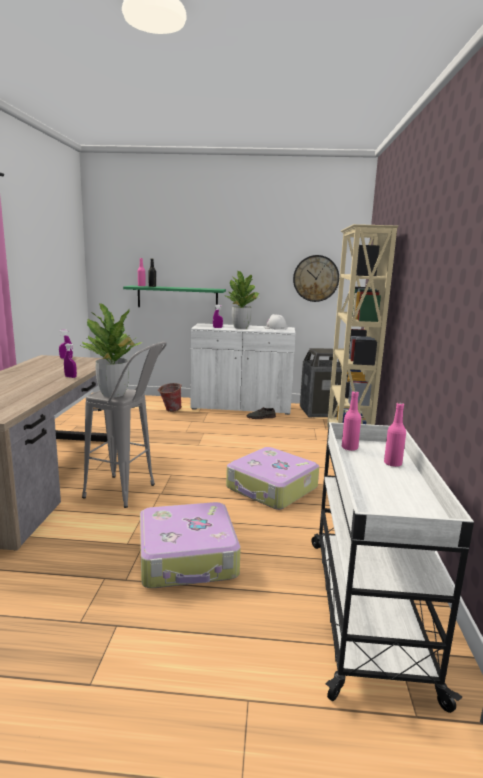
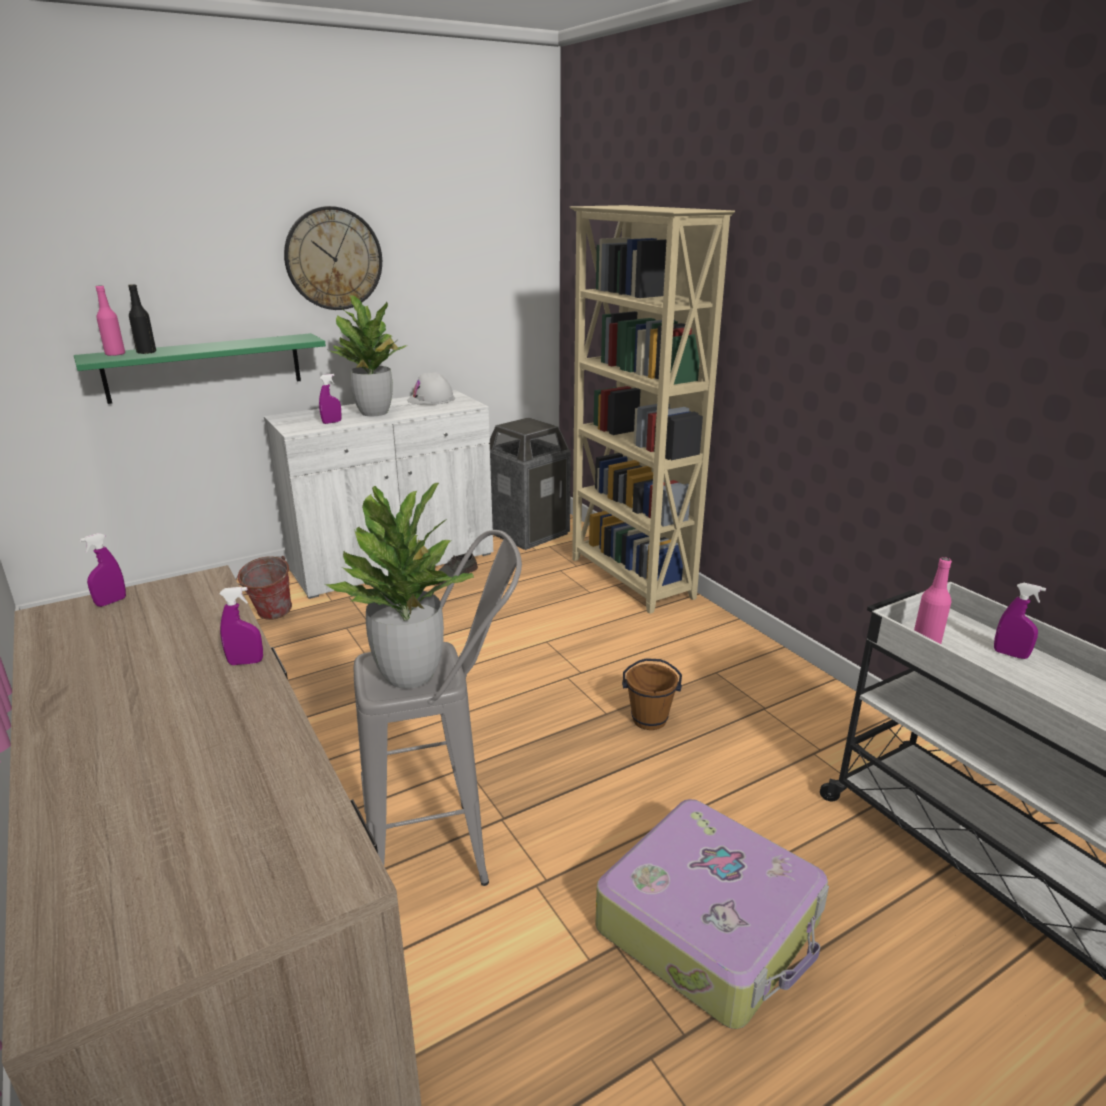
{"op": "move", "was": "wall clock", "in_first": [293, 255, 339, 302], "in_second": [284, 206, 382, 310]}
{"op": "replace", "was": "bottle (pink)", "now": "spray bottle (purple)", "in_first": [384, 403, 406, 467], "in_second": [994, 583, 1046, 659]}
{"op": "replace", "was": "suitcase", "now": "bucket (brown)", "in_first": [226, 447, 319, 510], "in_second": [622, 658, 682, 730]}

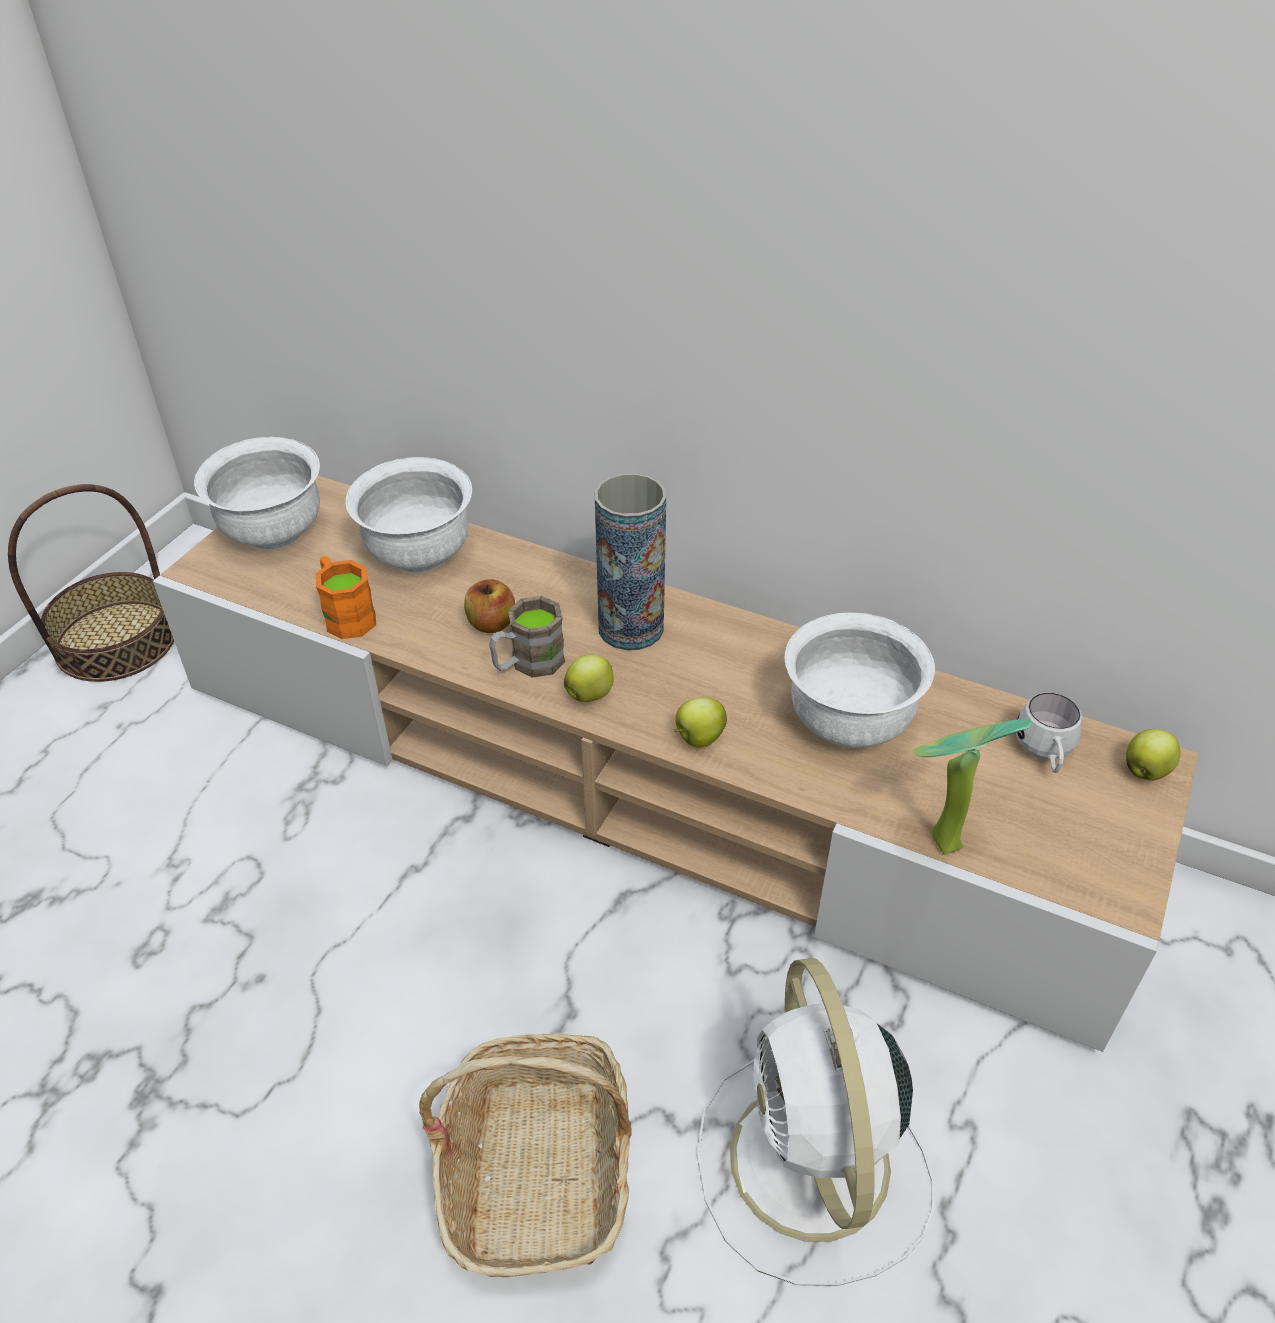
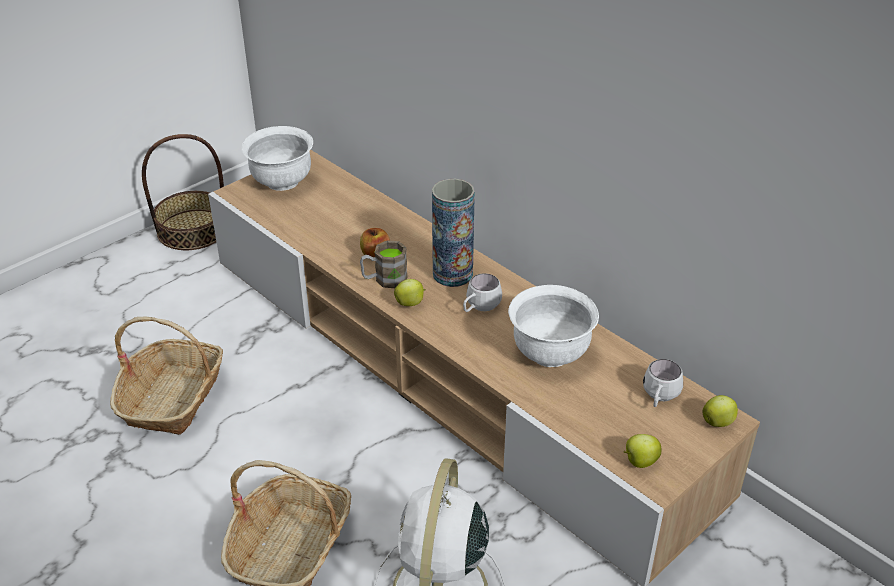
{"op": "delete", "was": "bowl (white)", "in_first": [345, 457, 472, 572]}
{"op": "delete", "was": "mug (orange)", "in_first": [316, 556, 376, 639]}
{"op": "move", "was": "apple", "in_first": [675, 697, 727, 747], "in_second": [623, 434, 661, 468]}
{"op": "delete", "was": "potted plant", "in_first": [912, 719, 1033, 855]}
{"op": "insert", "now": "mug (white)", "in_second": [463, 273, 502, 312]}
{"op": "insert", "now": "basket", "in_second": [110, 317, 223, 435]}

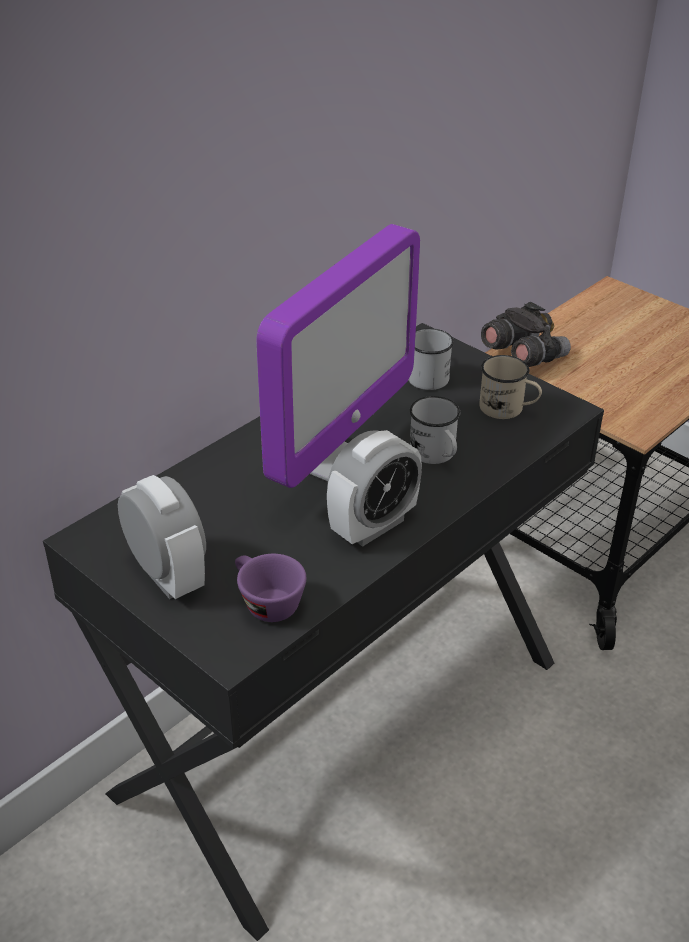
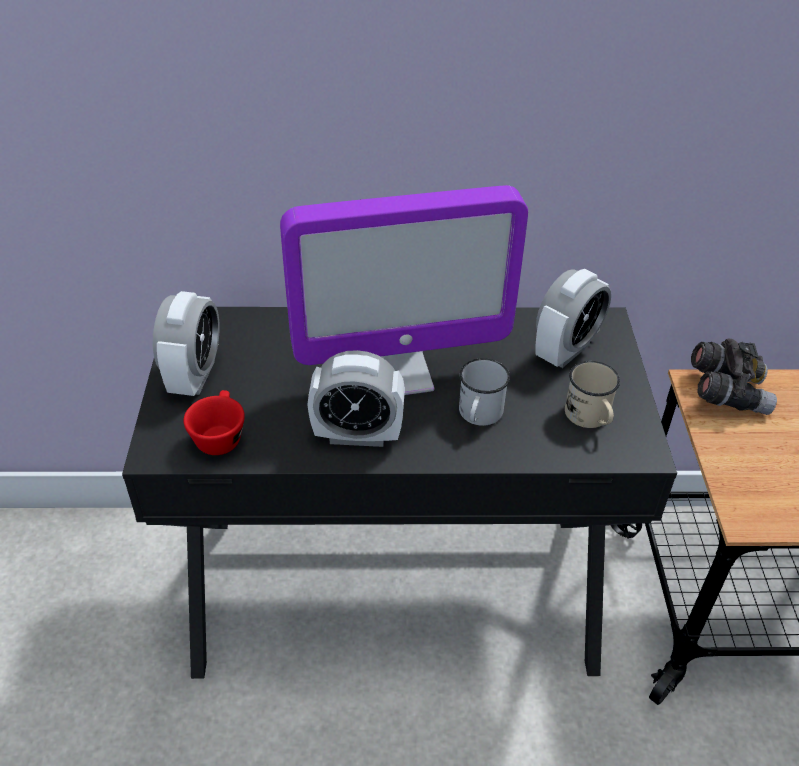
{"op": "replace", "was": "mug (white)", "now": "alarm clock", "in_first": [408, 328, 454, 390], "in_second": [535, 269, 611, 368]}
{"op": "recolor", "was": "cup (purple)", "now": "cup (red)", "in_first": [235, 554, 306, 622], "in_second": [184, 390, 245, 455]}

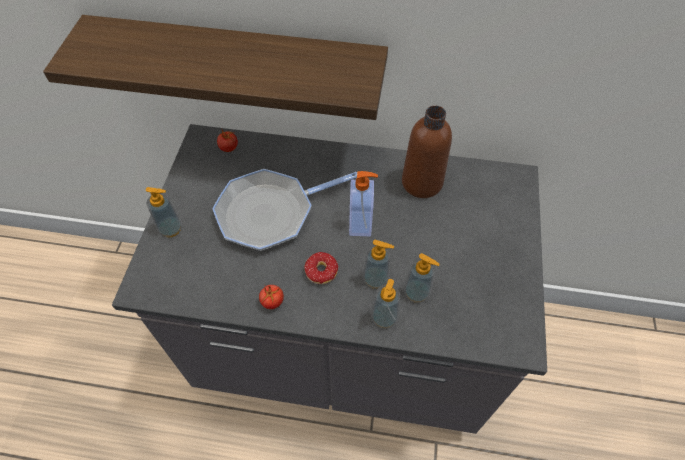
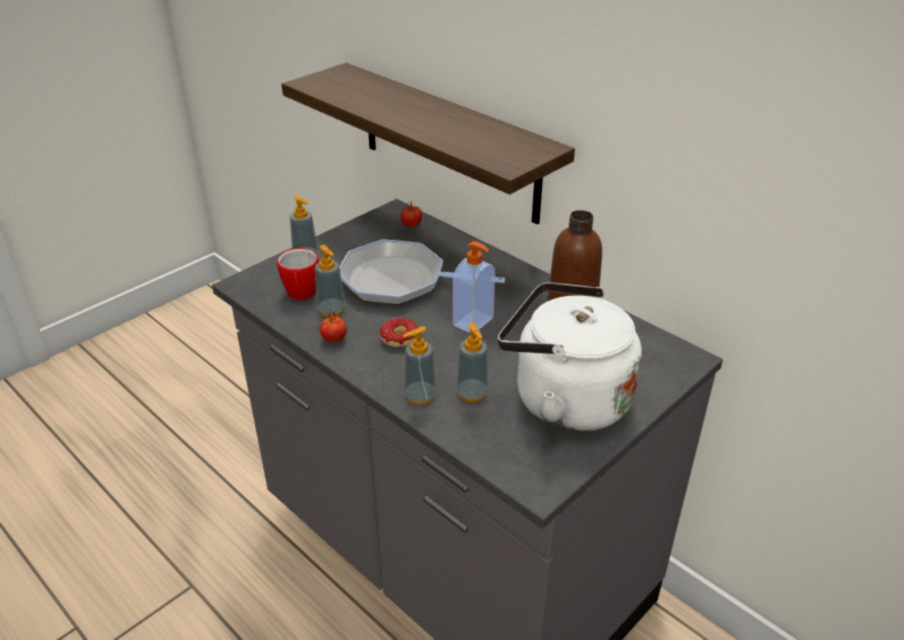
{"op": "move", "was": "soap dispenser", "in_first": [363, 240, 394, 289], "in_second": [315, 245, 345, 317]}
{"op": "insert", "now": "mug", "in_second": [277, 245, 319, 300]}
{"op": "insert", "now": "kettle (white)", "in_second": [498, 282, 642, 432]}

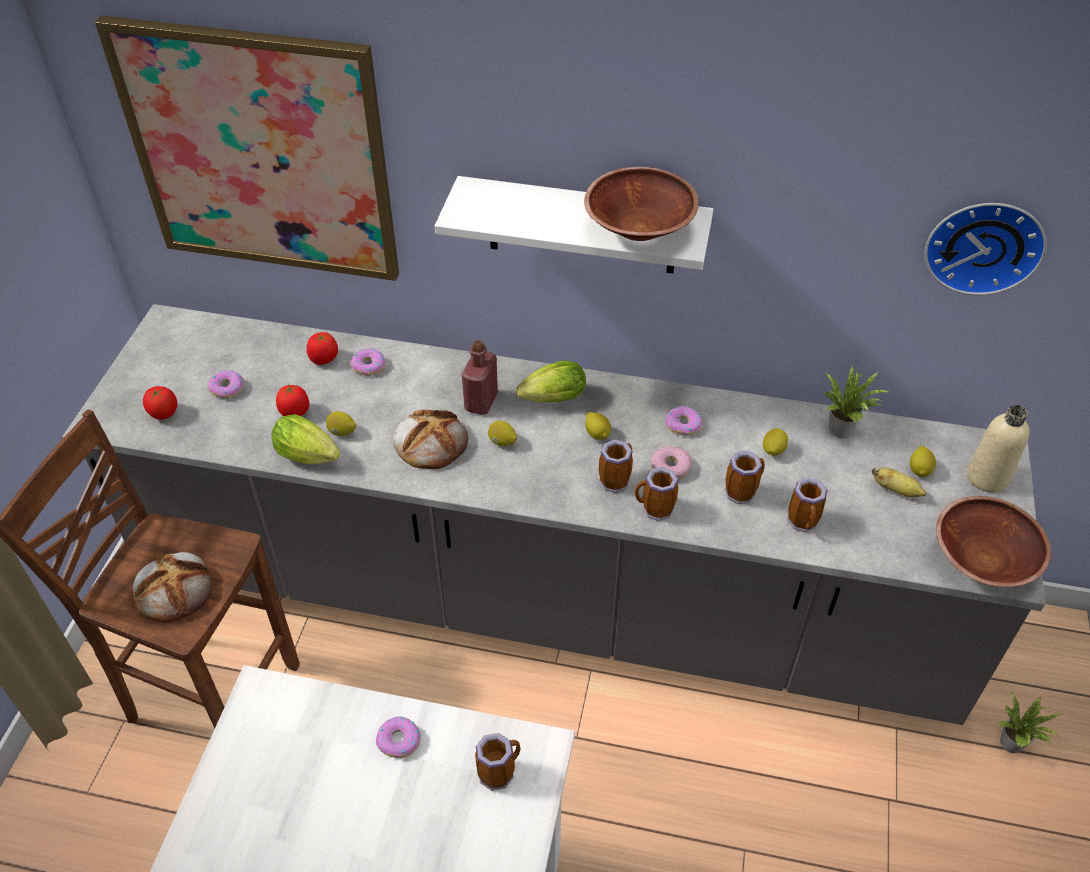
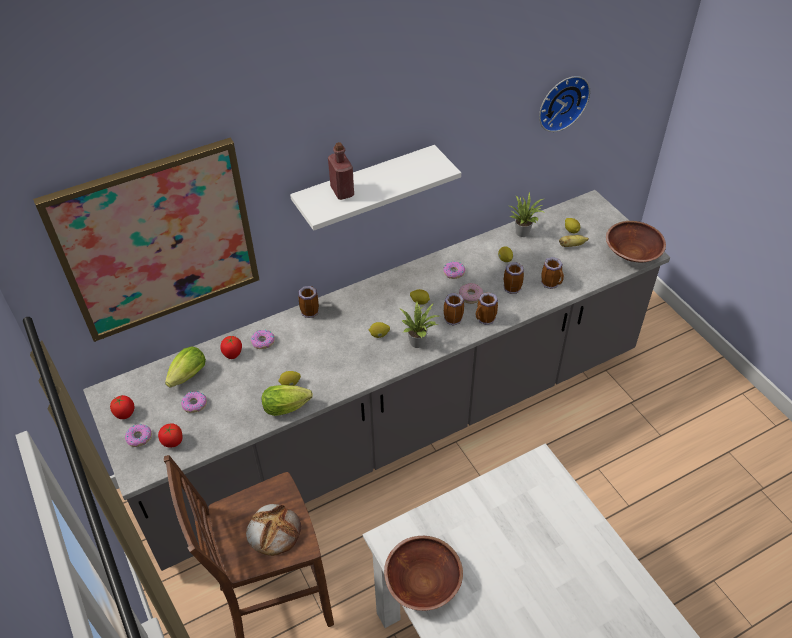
{"op": "move", "was": "bowl (brown)", "in_first": [584, 167, 699, 241], "in_second": [384, 536, 463, 611]}
{"op": "move", "was": "bottle (red)", "in_first": [462, 340, 498, 415], "in_second": [328, 142, 354, 200]}
{"op": "move", "was": "lettuce", "in_first": [516, 360, 586, 402], "in_second": [165, 347, 206, 388]}
{"op": "move", "was": "tomato", "in_first": [276, 383, 309, 416], "in_second": [110, 395, 135, 419]}
{"op": "delete", "was": "bottle (beige)", "in_first": [967, 405, 1029, 493]}
{"op": "delete", "was": "bread", "in_first": [393, 407, 468, 469]}
{"op": "move", "was": "potted plant", "in_first": [997, 691, 1062, 753], "in_second": [399, 301, 439, 348]}
{"op": "move", "was": "donut", "in_first": [376, 717, 421, 758], "in_second": [125, 424, 152, 447]}
{"op": "move", "was": "mug", "in_first": [475, 733, 520, 791], "in_second": [299, 286, 319, 318]}

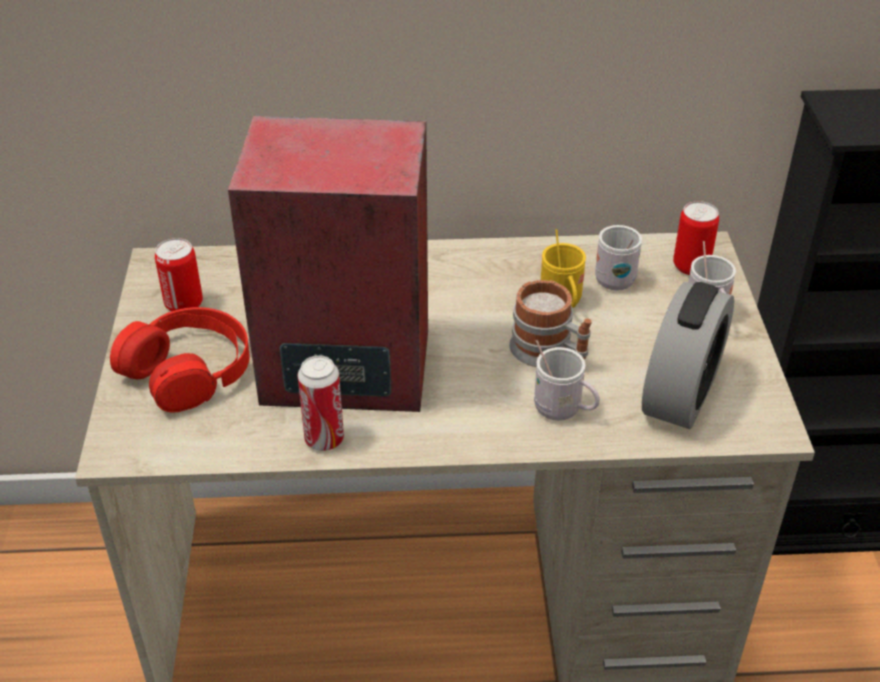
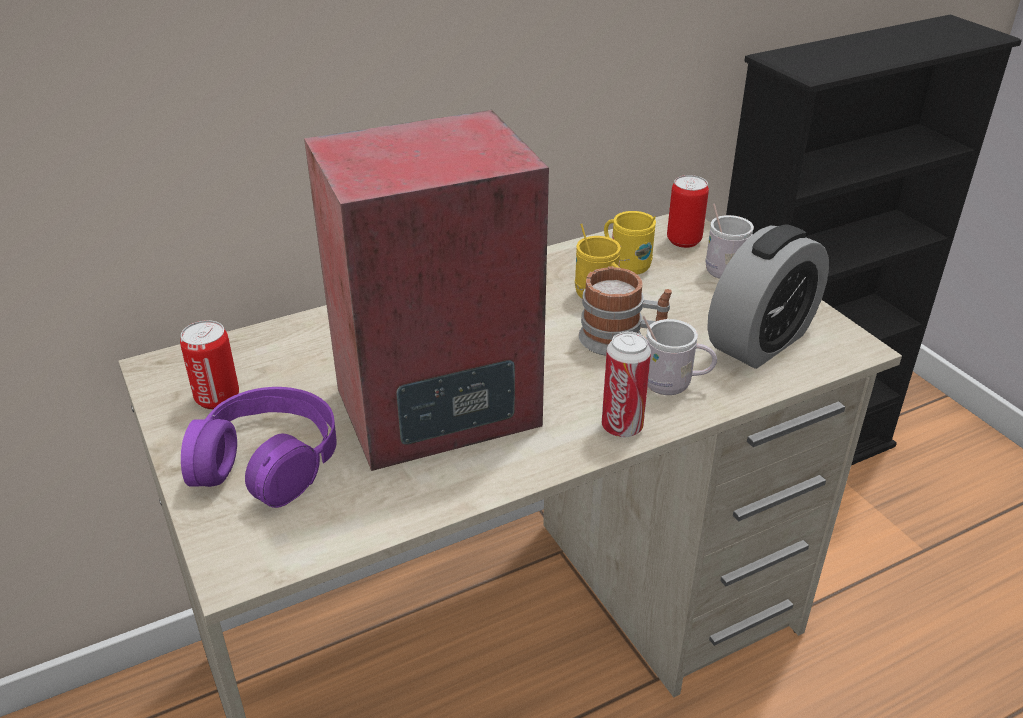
{"op": "recolor", "was": "mug (white)", "now": "mug (yellow)", "in_first": [595, 225, 642, 290], "in_second": [604, 211, 656, 274]}
{"op": "rotate", "was": "alarm clock", "in_first": [642, 282, 734, 429], "in_second": [707, 224, 829, 369], "clockwise": 45}
{"op": "recolor", "was": "headphones (red)", "now": "headphones (purple)", "in_first": [110, 307, 250, 413], "in_second": [181, 387, 337, 508]}
{"op": "move", "was": "can", "in_first": [297, 355, 344, 451], "in_second": [602, 331, 651, 437]}

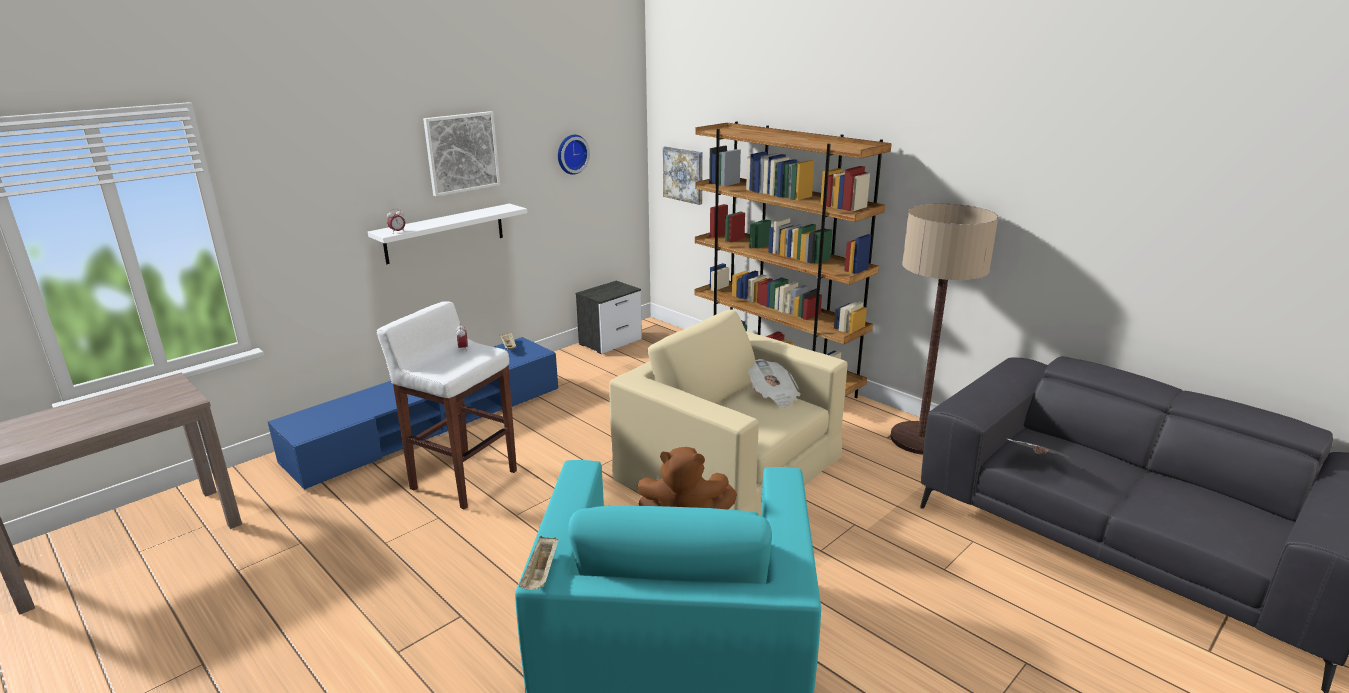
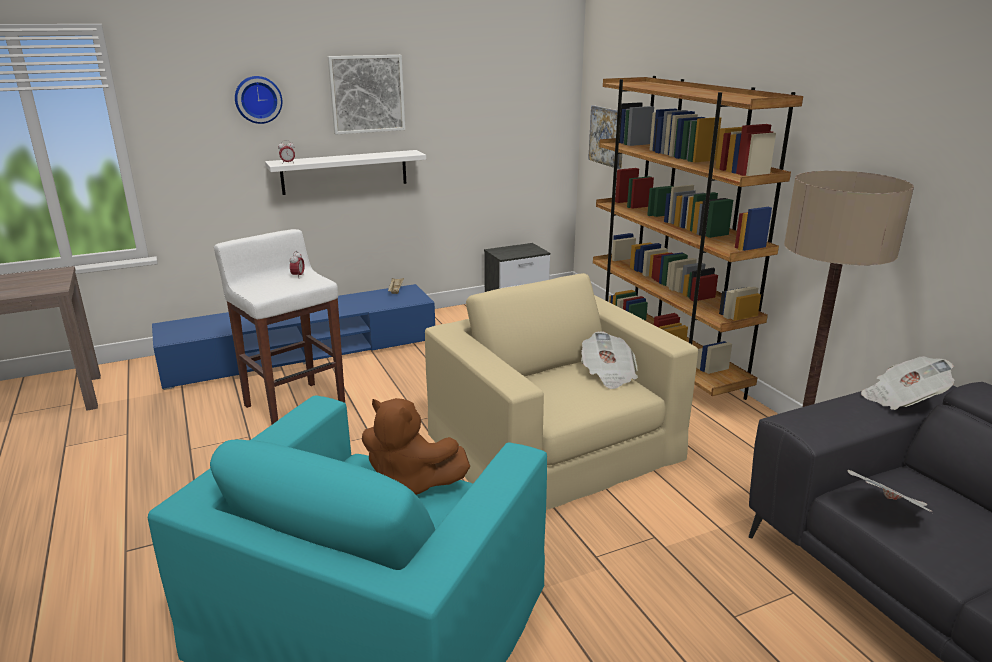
{"op": "move", "was": "wall clock", "in_first": [558, 135, 590, 175], "in_second": [235, 76, 282, 124]}
{"op": "delete", "was": "tray (beige)", "in_first": [519, 536, 559, 590]}
{"op": "insert", "now": "newspaper", "in_second": [861, 356, 955, 410]}

